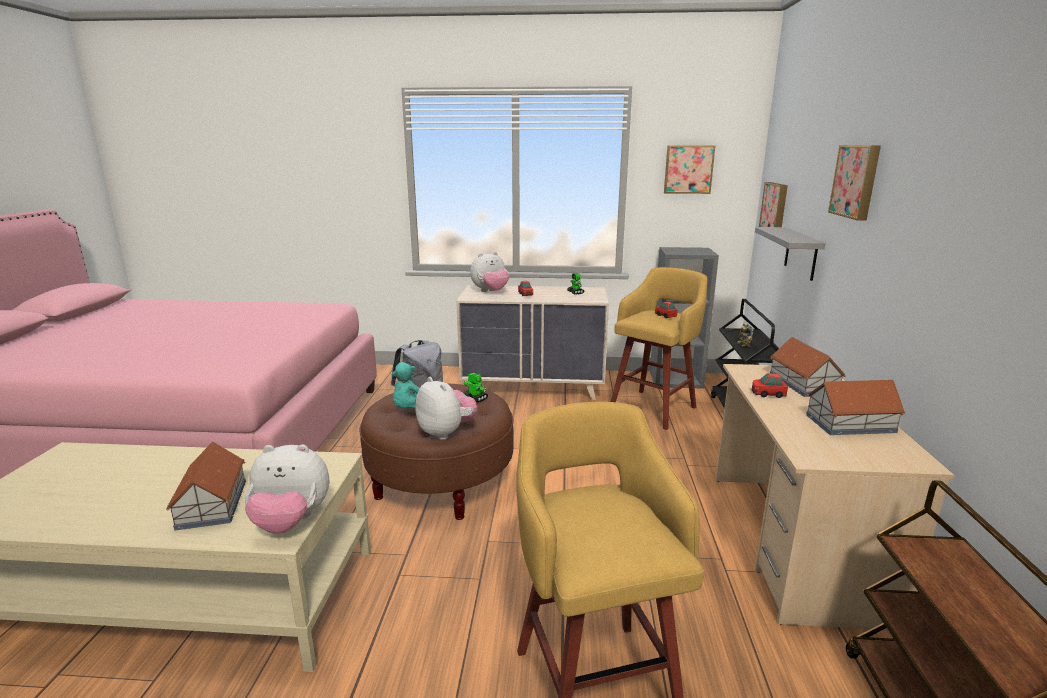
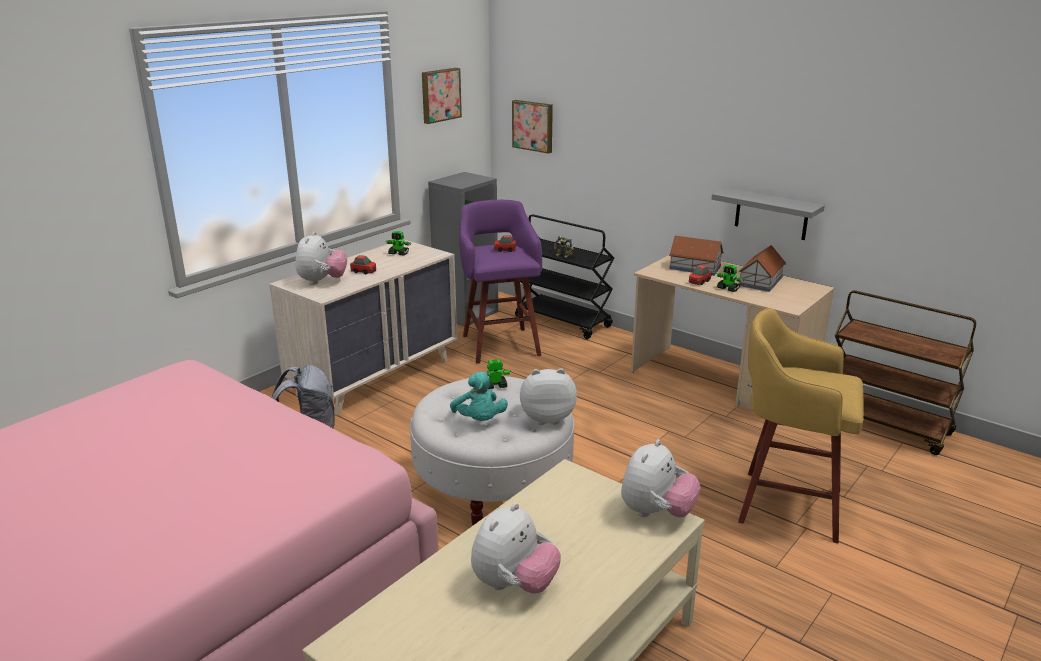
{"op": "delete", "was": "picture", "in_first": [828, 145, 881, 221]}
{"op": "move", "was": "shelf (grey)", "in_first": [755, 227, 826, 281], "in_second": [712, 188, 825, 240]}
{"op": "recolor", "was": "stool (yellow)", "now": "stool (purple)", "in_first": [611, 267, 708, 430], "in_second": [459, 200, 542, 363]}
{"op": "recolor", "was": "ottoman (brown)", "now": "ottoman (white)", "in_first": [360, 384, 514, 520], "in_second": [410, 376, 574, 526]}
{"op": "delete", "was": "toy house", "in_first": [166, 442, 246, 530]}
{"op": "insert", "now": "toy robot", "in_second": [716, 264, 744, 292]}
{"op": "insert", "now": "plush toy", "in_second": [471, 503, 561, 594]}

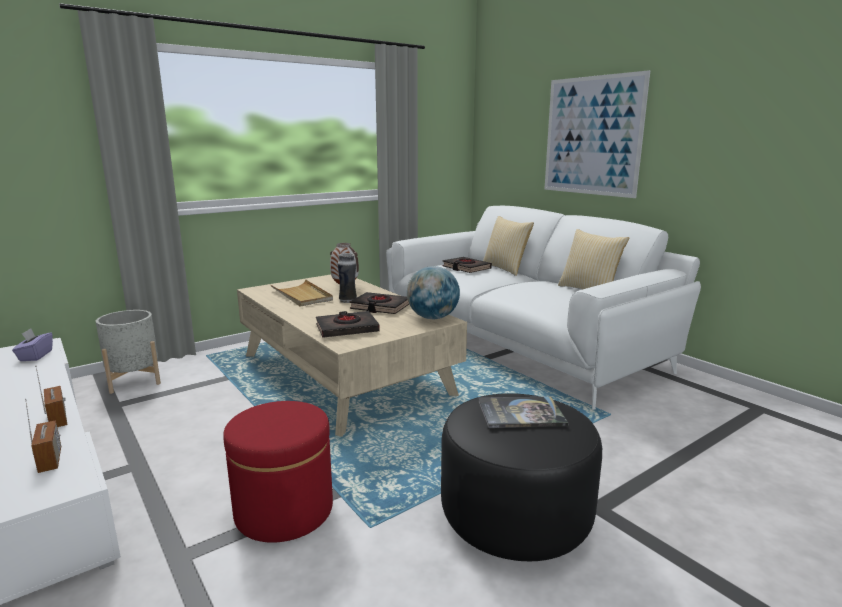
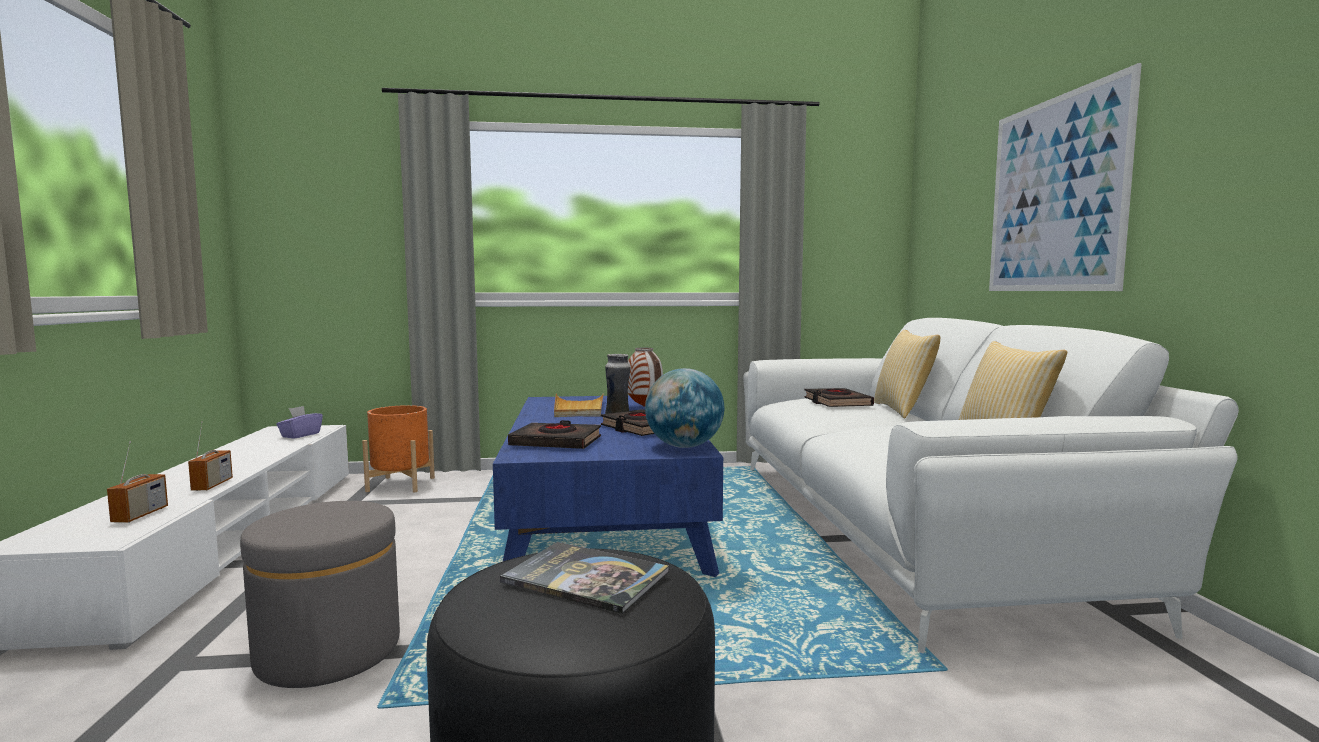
{"op": "recolor", "was": "coffee table (beige)", "now": "coffee table (blue)", "in_first": [237, 275, 467, 437], "in_second": [493, 395, 723, 577]}
{"op": "recolor", "was": "planter (grey)", "now": "planter (orange)", "in_first": [96, 310, 161, 394], "in_second": [362, 405, 435, 492]}
{"op": "recolor", "was": "ottoman (red)", "now": "ottoman (grey)", "in_first": [223, 401, 333, 543], "in_second": [240, 501, 400, 688]}

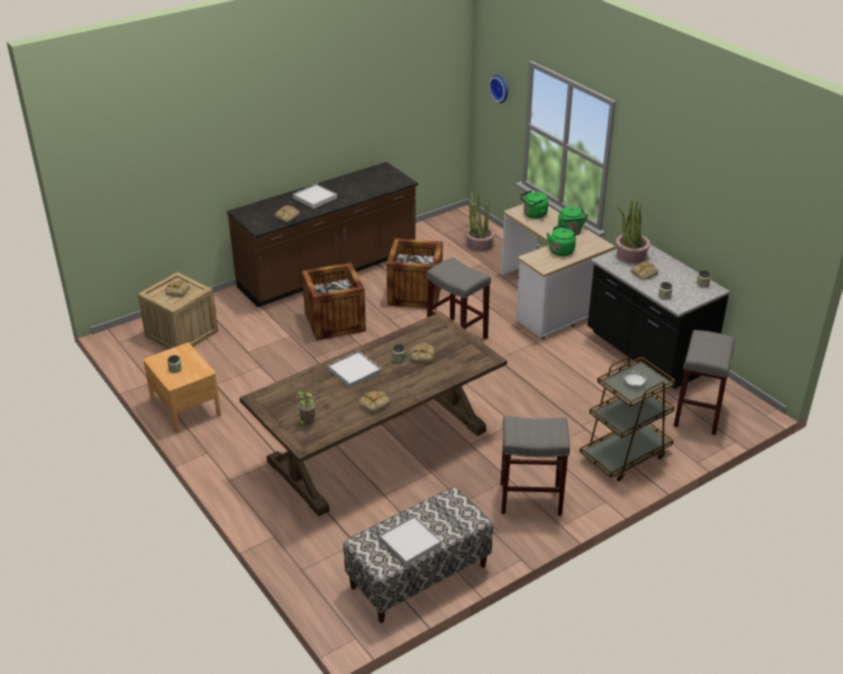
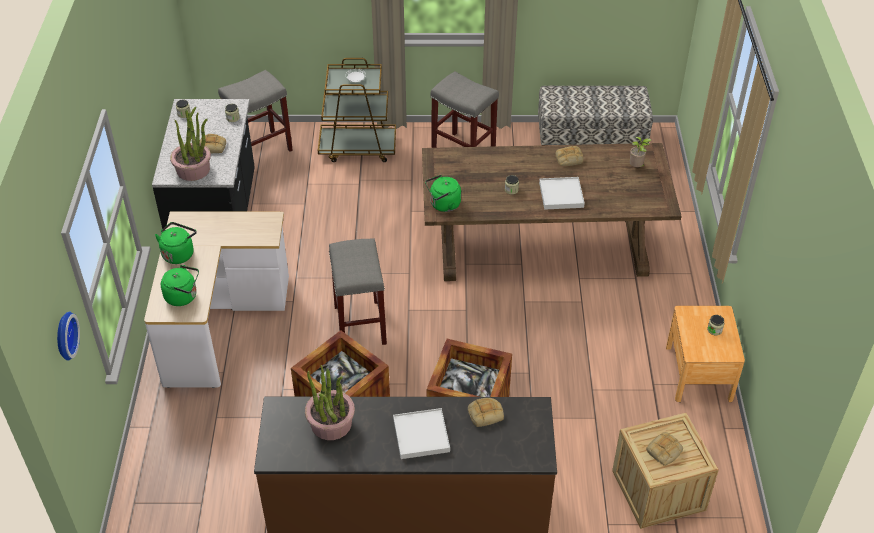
{"op": "move", "was": "potted plant", "in_first": [466, 192, 495, 251], "in_second": [305, 365, 355, 440]}
{"op": "move", "was": "kettle (green)", "in_first": [547, 225, 580, 256], "in_second": [425, 175, 461, 212]}
{"op": "delete", "was": "bread", "in_first": [410, 343, 435, 363]}
{"op": "delete", "was": "tray (white)", "in_first": [379, 515, 442, 566]}

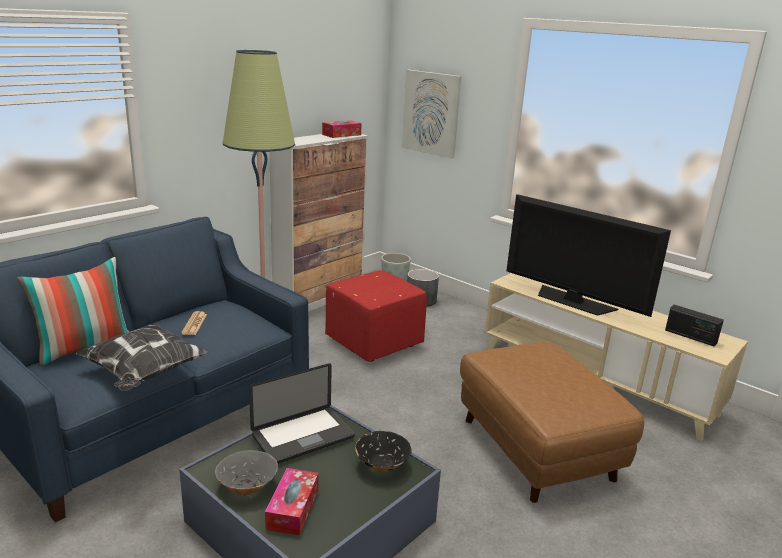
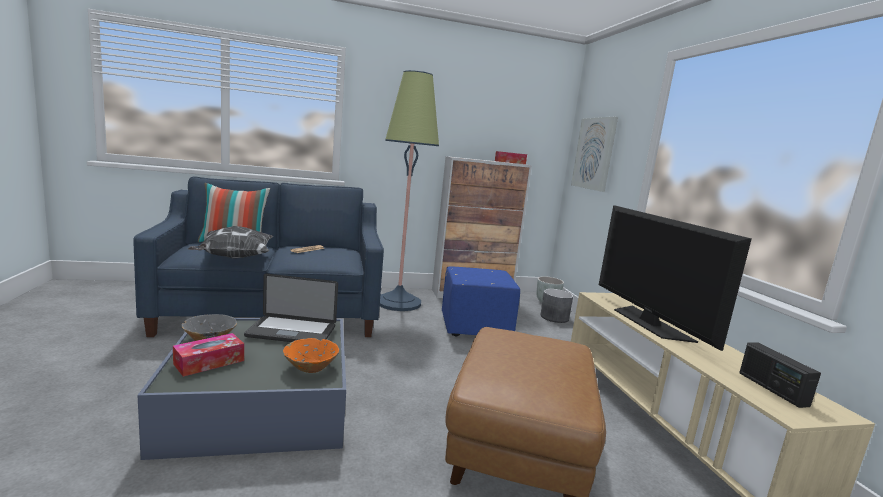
{"op": "recolor", "was": "ottoman (red)", "now": "ottoman (blue)", "in_first": [325, 270, 427, 362], "in_second": [442, 267, 520, 336]}
{"op": "recolor", "was": "bowl (black)", "now": "bowl (orange)", "in_first": [355, 431, 411, 472], "in_second": [283, 338, 339, 373]}

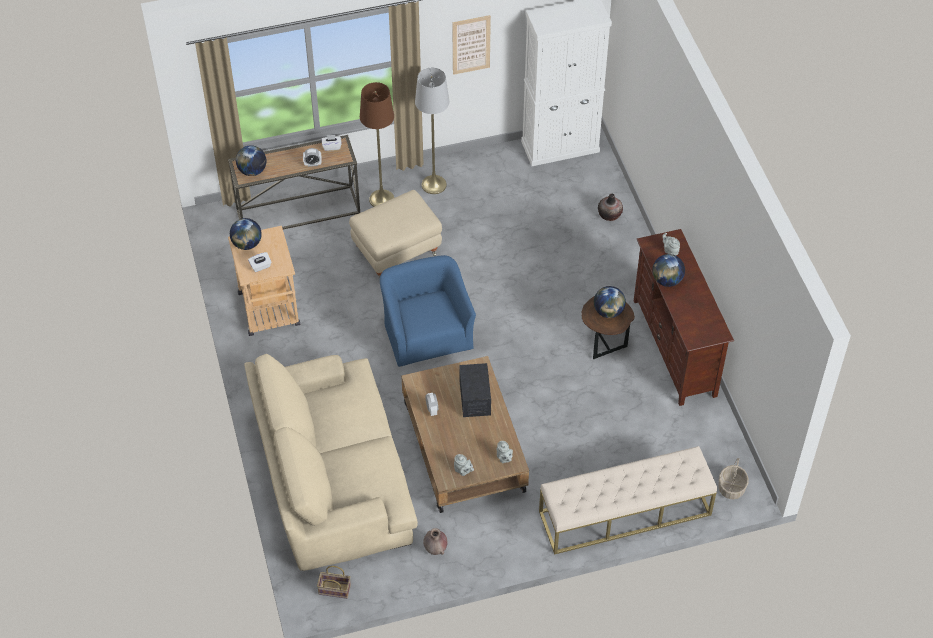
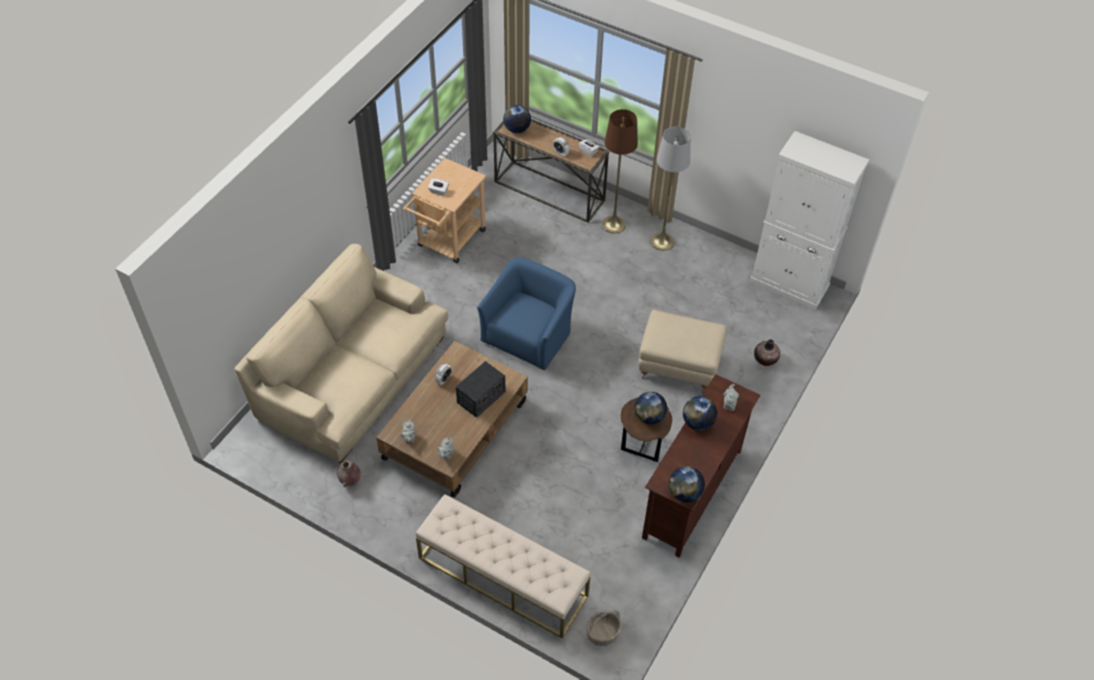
{"op": "delete", "was": "picture", "in_first": [452, 15, 491, 75]}
{"op": "move", "was": "ottoman (beige)", "in_first": [349, 190, 442, 277], "in_second": [638, 310, 726, 393]}
{"op": "move", "was": "globe", "in_first": [230, 218, 262, 250], "in_second": [669, 466, 705, 502]}
{"op": "delete", "was": "basket", "in_first": [317, 566, 351, 599]}

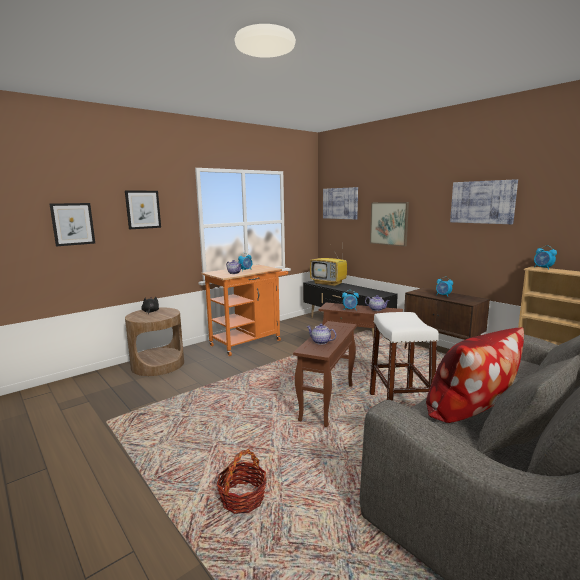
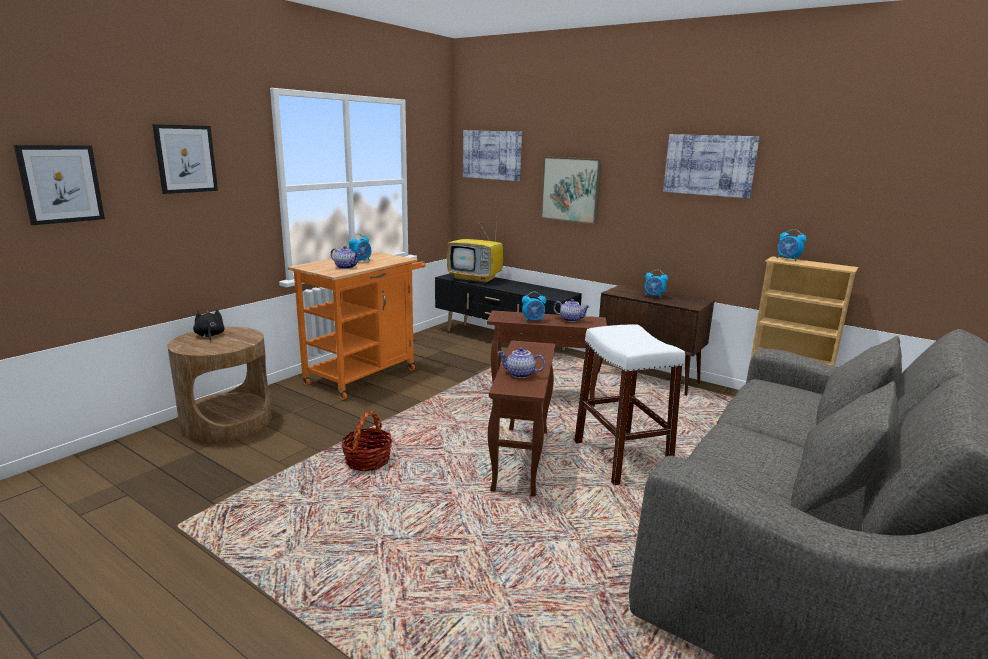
{"op": "delete", "was": "pillow", "in_first": [426, 327, 524, 423]}
{"op": "move", "was": "basket", "in_first": [217, 449, 267, 514], "in_second": [341, 411, 392, 471]}

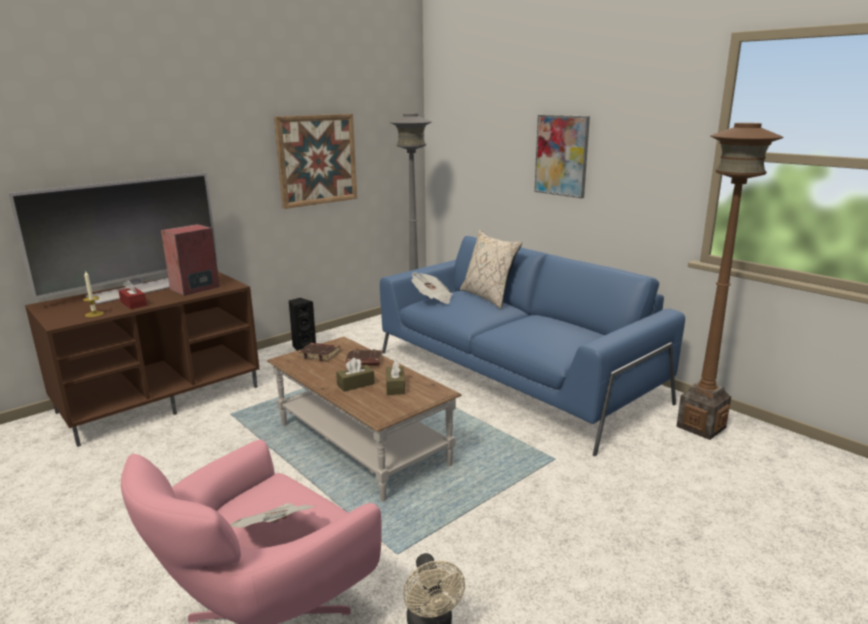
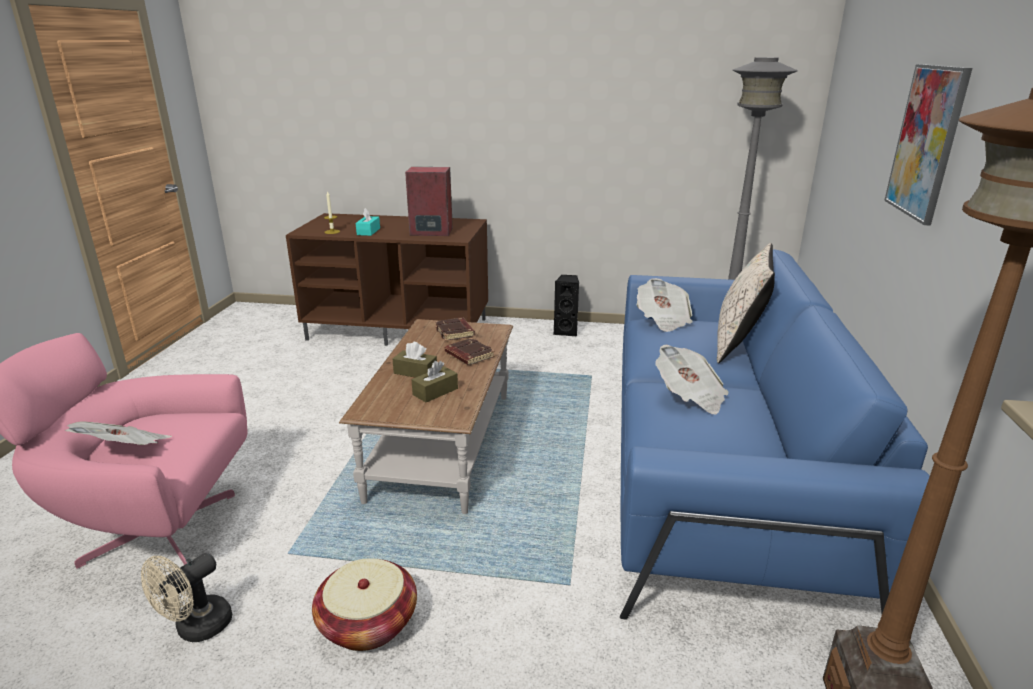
{"op": "delete", "was": "picture", "in_first": [274, 114, 357, 209]}
{"op": "delete", "was": "television", "in_first": [8, 173, 218, 304]}
{"op": "recolor", "was": "tissue box (red)", "now": "tissue box (turquoise)", "in_first": [118, 280, 147, 309], "in_second": [356, 208, 380, 236]}
{"op": "insert", "now": "newspaper", "in_second": [655, 345, 729, 415]}
{"op": "insert", "now": "basket", "in_second": [312, 558, 417, 651]}

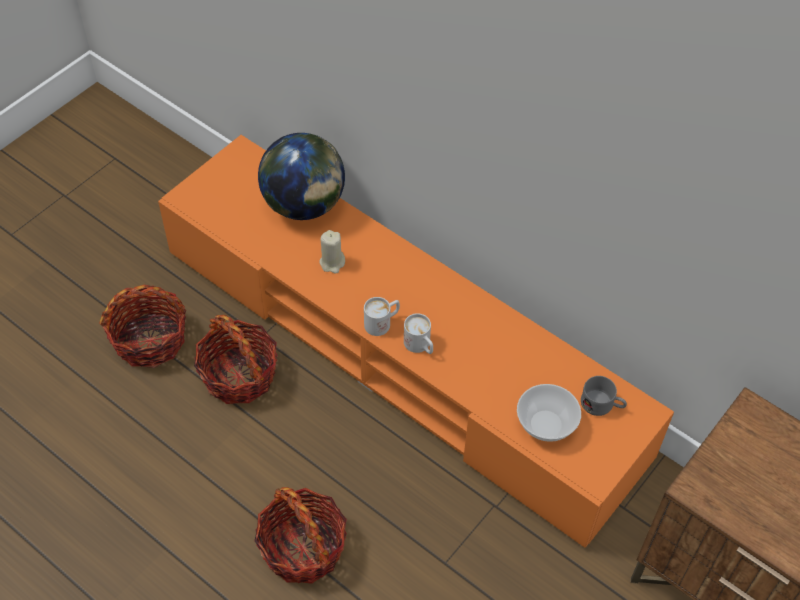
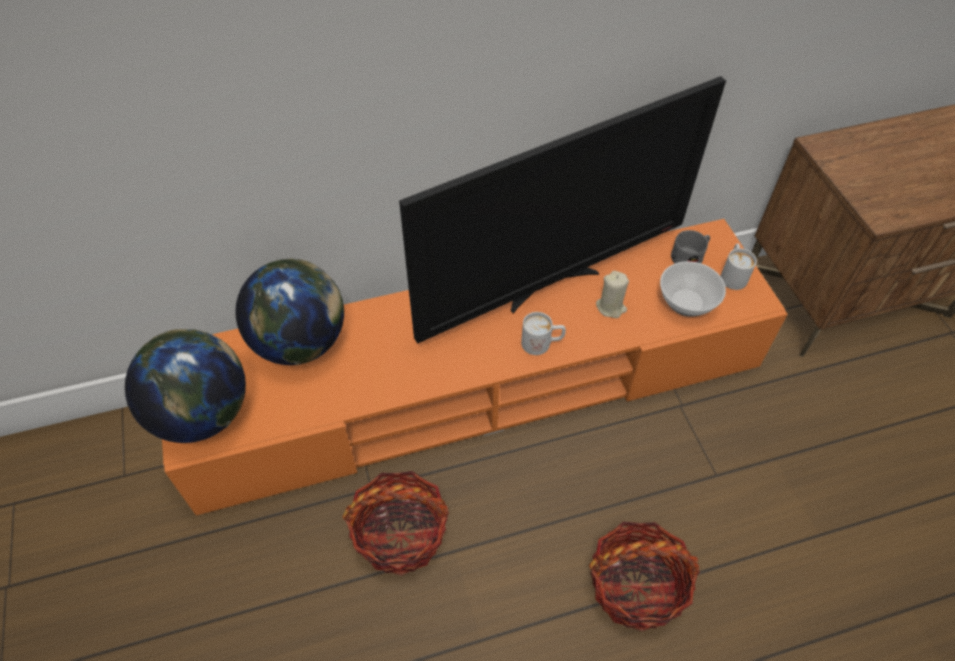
{"op": "move", "was": "candle (beige)", "in_first": [319, 230, 345, 274], "in_second": [596, 271, 629, 318]}
{"op": "delete", "was": "basket", "in_first": [99, 285, 186, 368]}
{"op": "move", "was": "mug (white)", "in_first": [364, 297, 400, 336], "in_second": [721, 243, 757, 290]}
{"op": "insert", "now": "television", "in_second": [399, 76, 726, 344]}
{"op": "insert", "now": "globe", "in_second": [125, 329, 246, 443]}

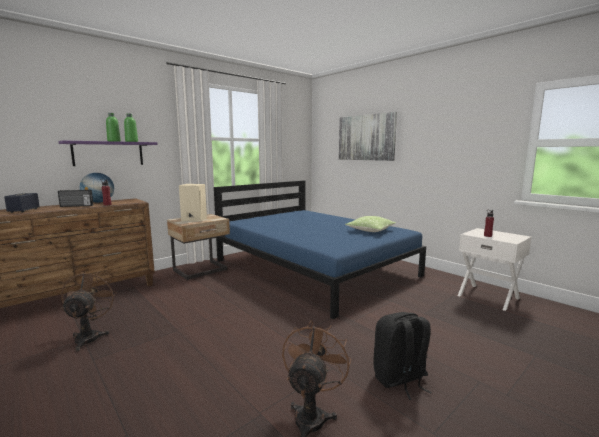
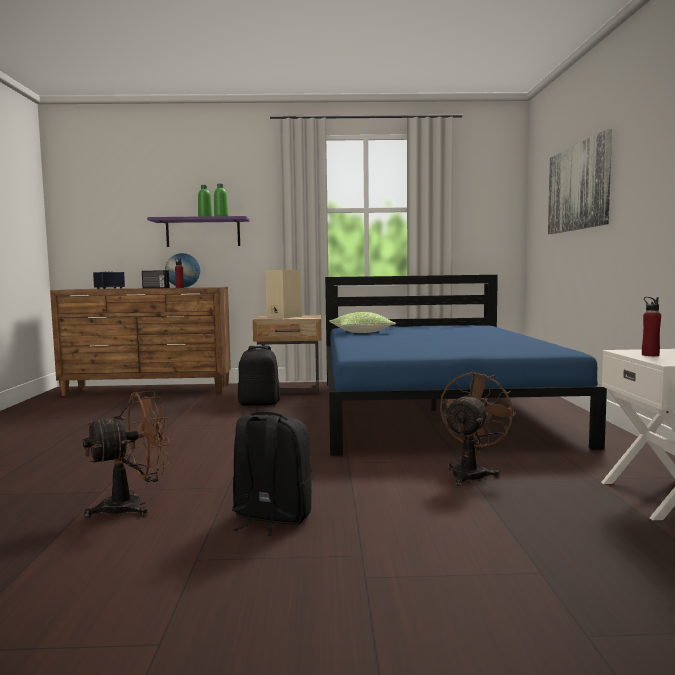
{"op": "move", "was": "pillow", "in_first": [345, 216, 396, 232], "in_second": [329, 312, 396, 333]}
{"op": "move", "was": "fan (brown)", "in_first": [61, 271, 117, 352], "in_second": [440, 372, 517, 486]}
{"op": "insert", "now": "backpack (black)", "in_second": [238, 346, 280, 406]}

